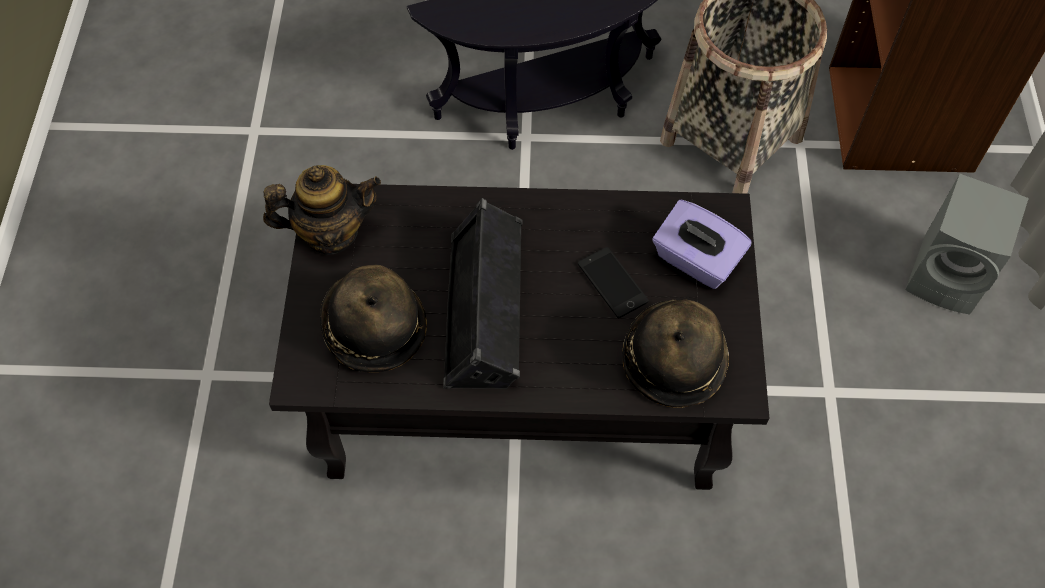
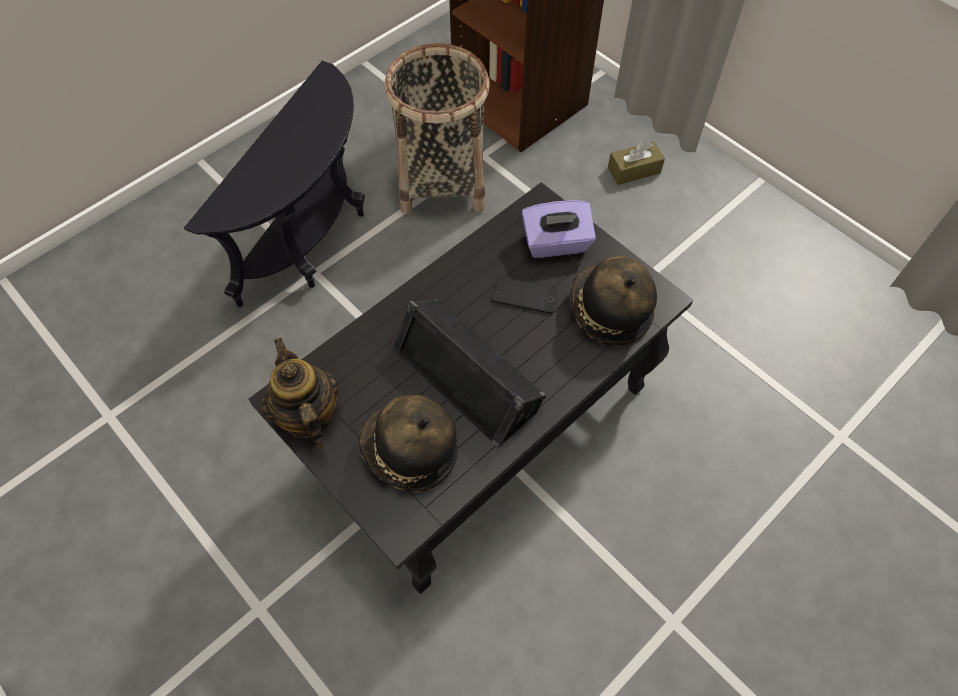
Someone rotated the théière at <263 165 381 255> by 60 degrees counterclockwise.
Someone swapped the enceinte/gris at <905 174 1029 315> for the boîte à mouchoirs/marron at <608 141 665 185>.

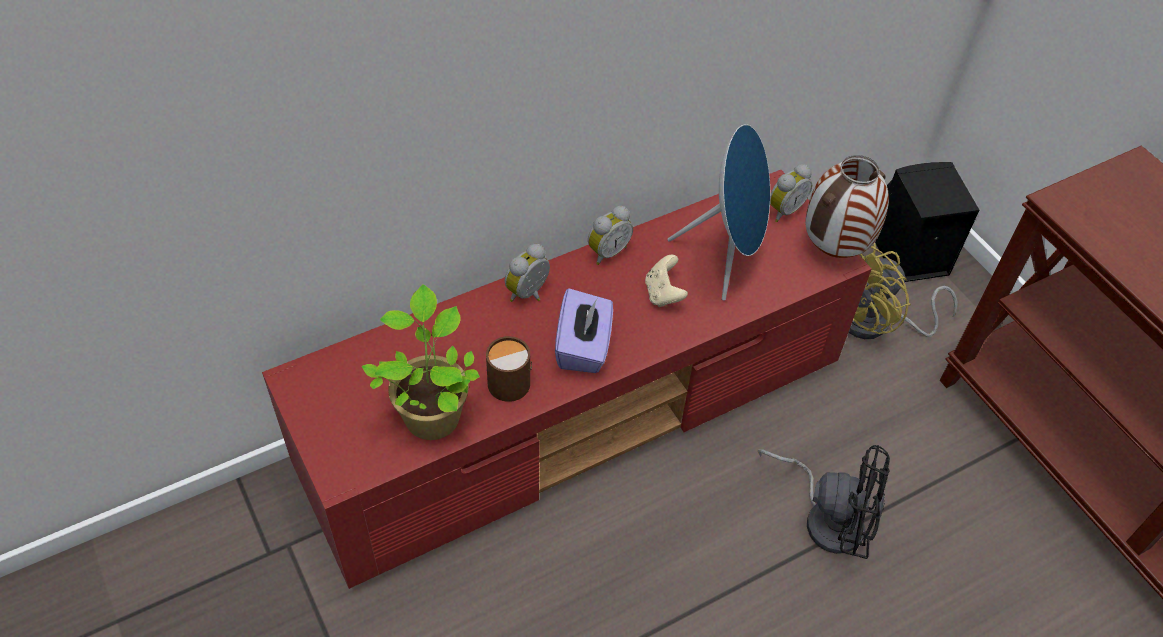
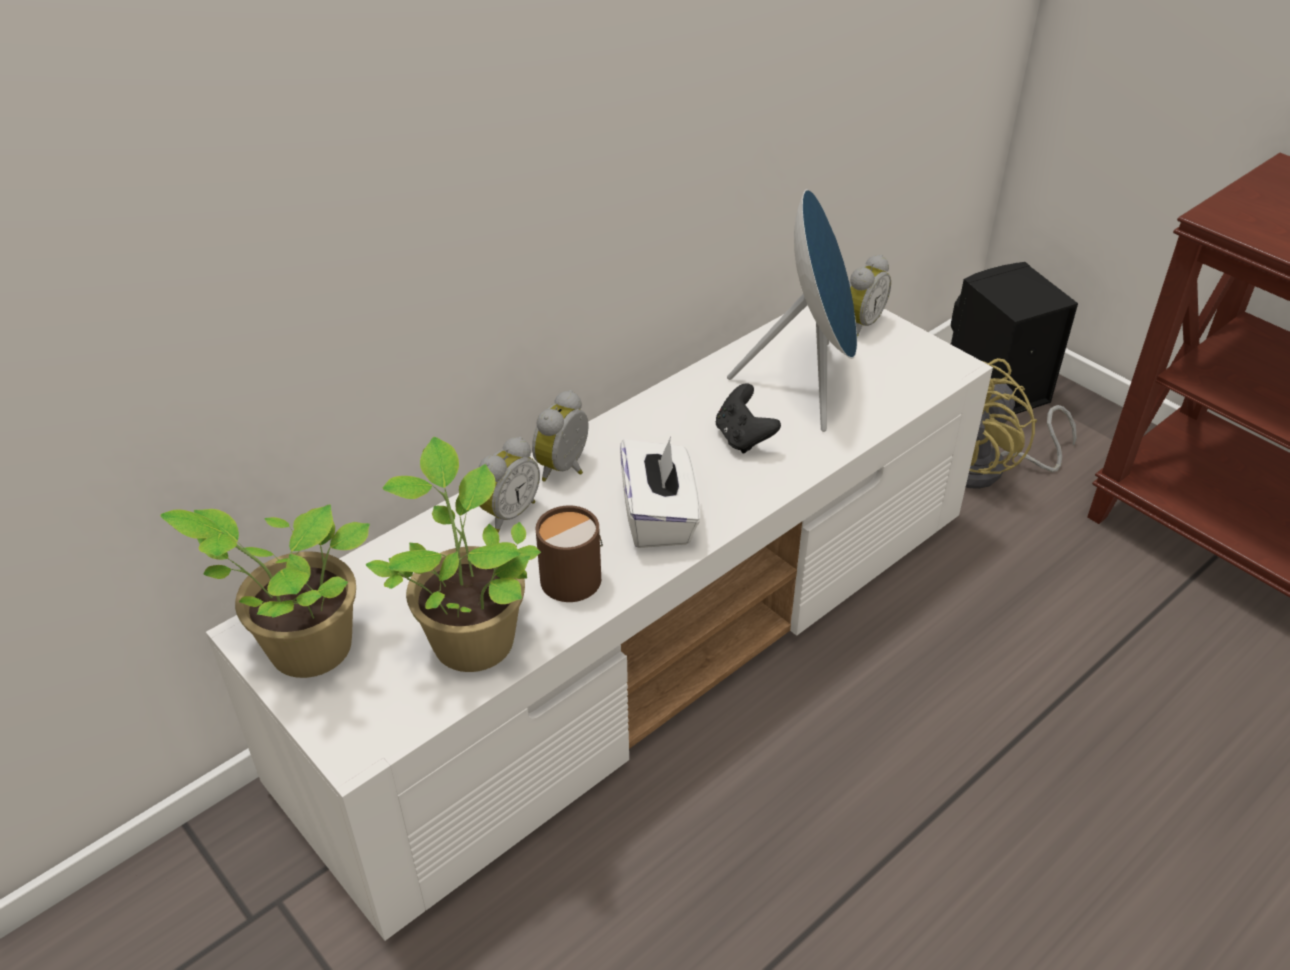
Someone put down the plante en pot at <160 504 370 678>.
Someone repainted the meuble télé/rouge at <262 170 872 589>, which became the meuble télé/blanc at <206 305 993 941>.
Someone carried the réveil from <588 206 633 265> to <479 437 540 533>.
Someone repainted the boîte à mouchoirs/violet at <555 288 613 373>, which became the boîte à mouchoirs/blanc at <620 437 700 548>.
Someone repainted the manette/beige at <645 255 688 307>, which became the manette/noir at <716 383 781 454>.
Someone took away the ventilateur/noir at <758 445 890 559>.
Someone took away the vase at <805 155 889 258>.

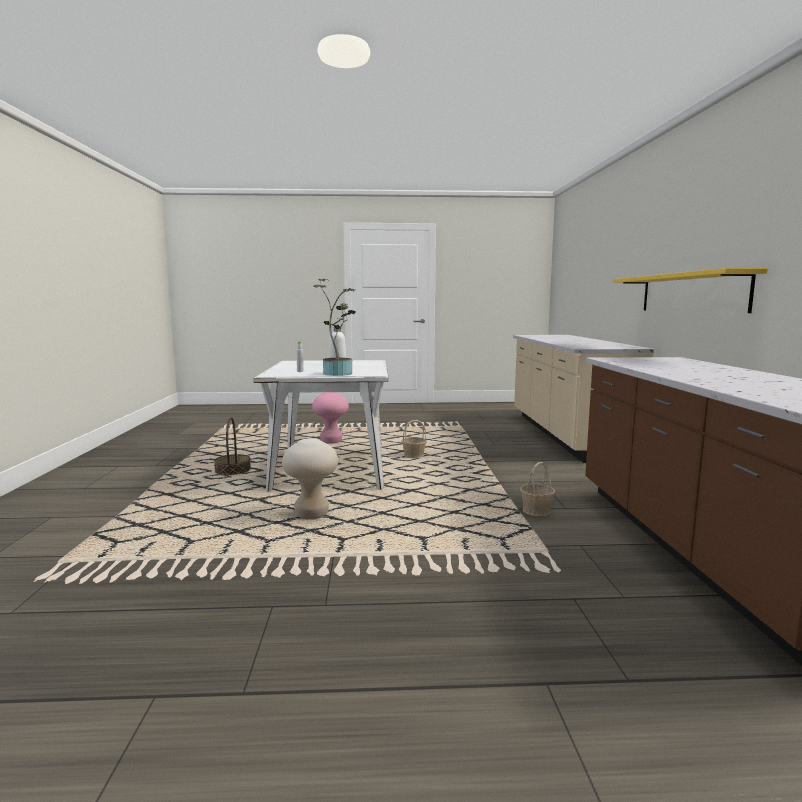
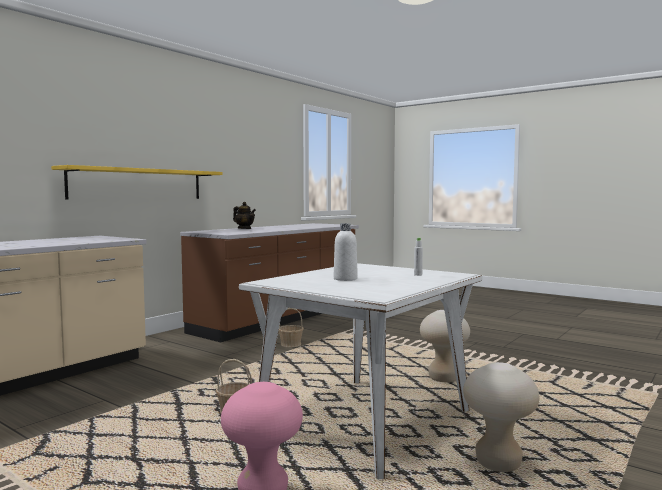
Someone put down the théière at <233 202 256 229>.
Someone swapped the panier at <214 417 251 475> for the tabouret/beige at <463 362 540 472>.
Someone took away the plante en pot at <313 278 356 376>.

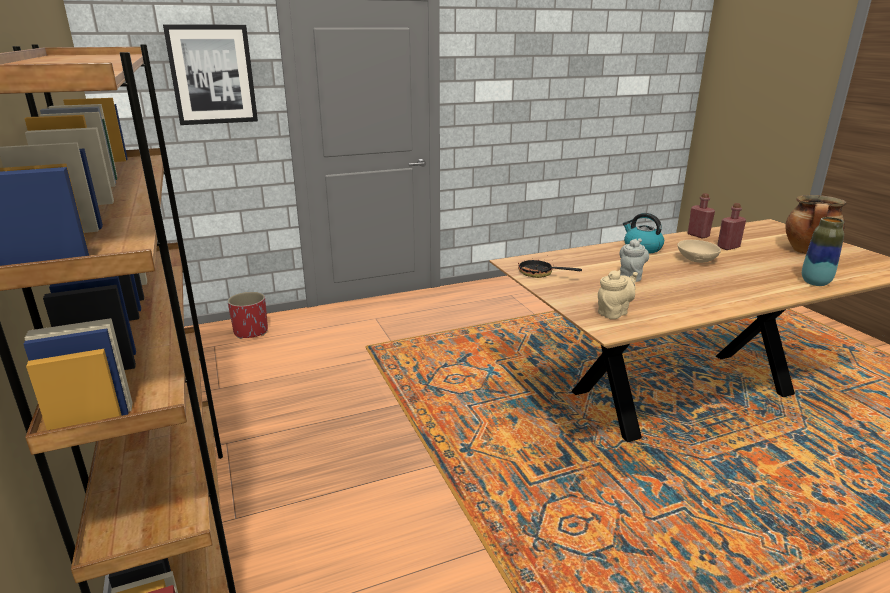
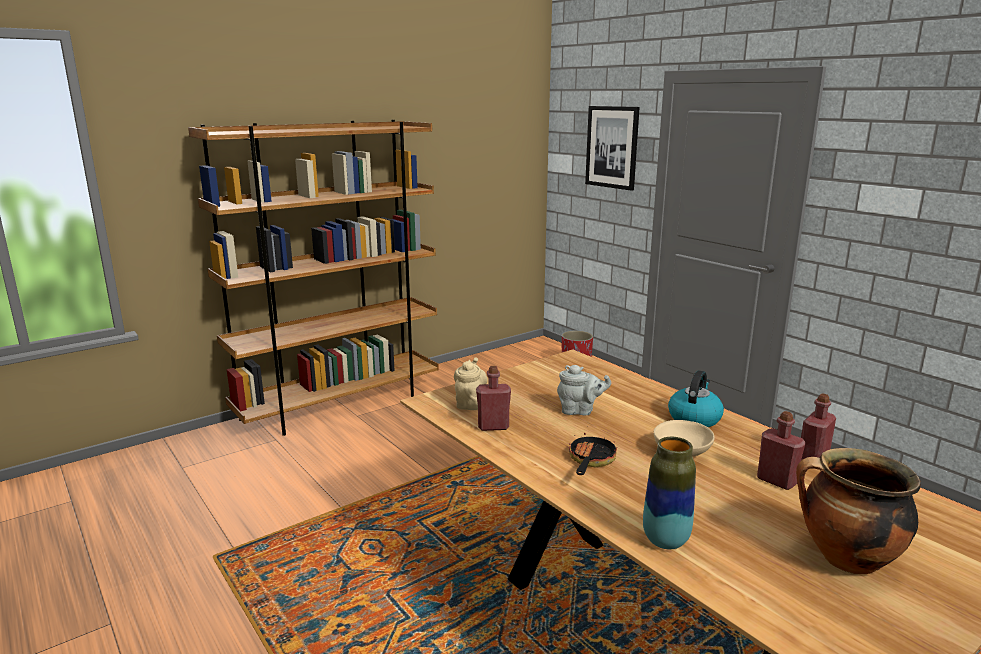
Someone rotated the théière/beige at <598 270 638 319> by 120 degrees counterclockwise.
Someone put down the bouteille/rouge at <476 366 511 431>.
Someone carried the poêle from <518 258 582 278> to <569 433 617 475>.

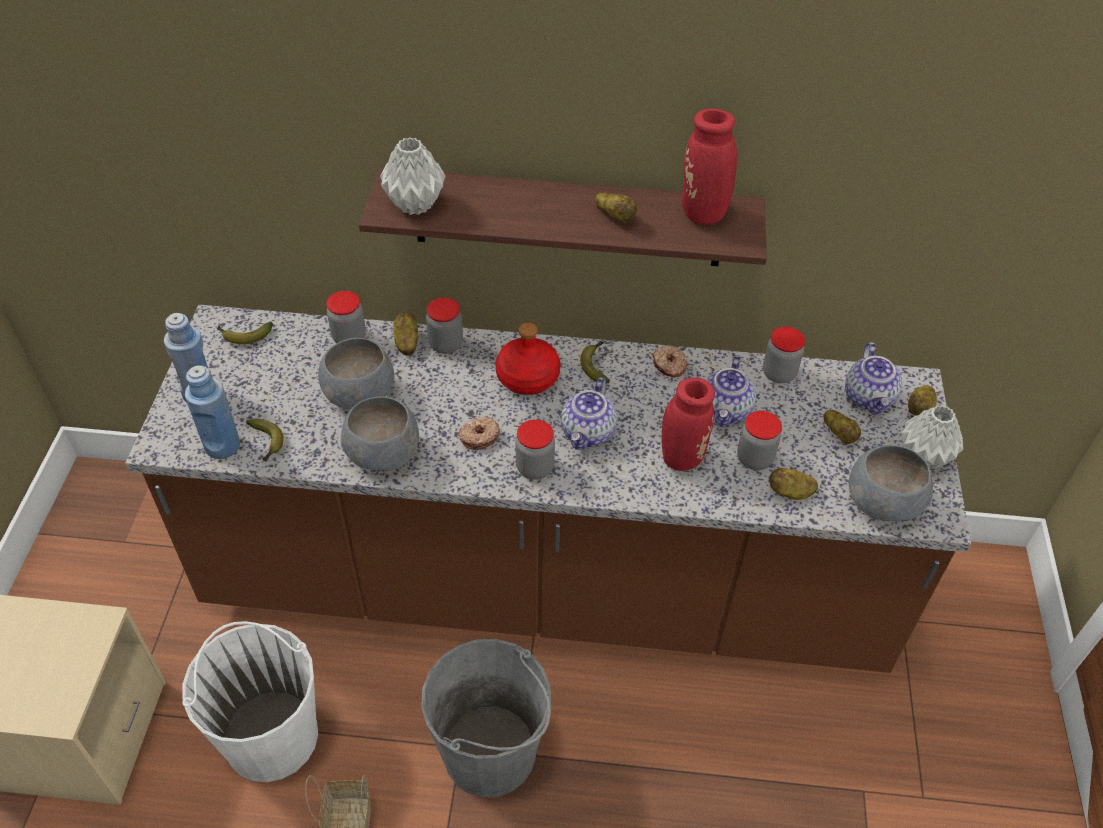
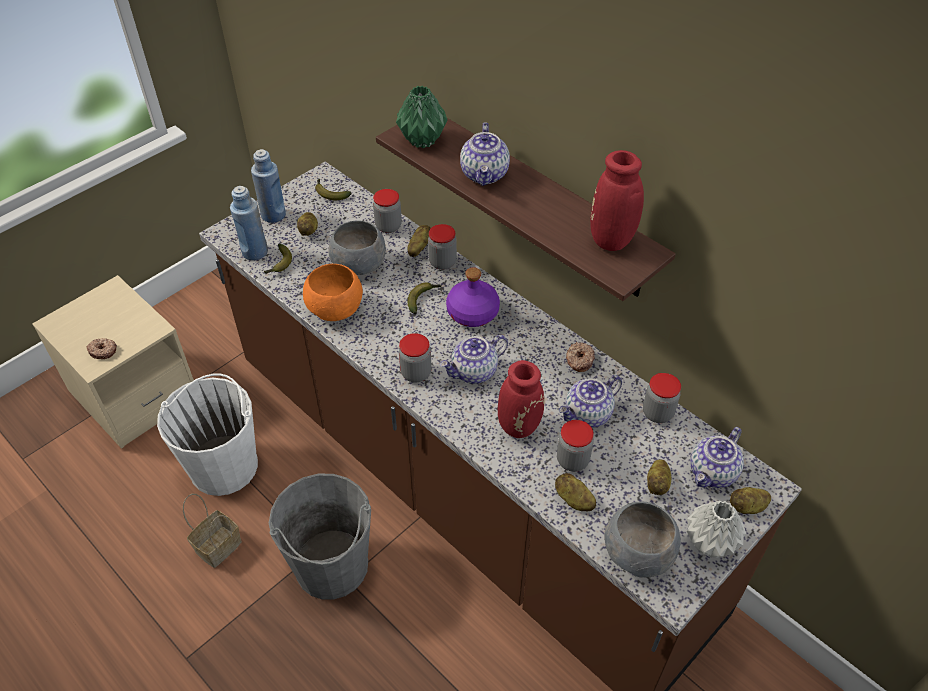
Someone carried the beignet from <458 416 500 450> to <87 338 117 359>.
Someone carried the pomme de terre from <594 193 638 223> to <297 212 318 236>.
Someone repainted the bol/gris at <341 396 419 471>, which became the bol/orange at <303 264 363 321>.
Someone repainted the vase/gris at <380 137 445 215>, which became the vase/vert at <396 86 448 148>.
Someone carried the banane from <580 341 610 383> to <408 282 441 314>.
Someone repainted the bouteille/rouge at <496 323 560 395>, which became the bouteille/violet at <446 267 500 327>.
Someone put down the théière at <460 122 510 186>.

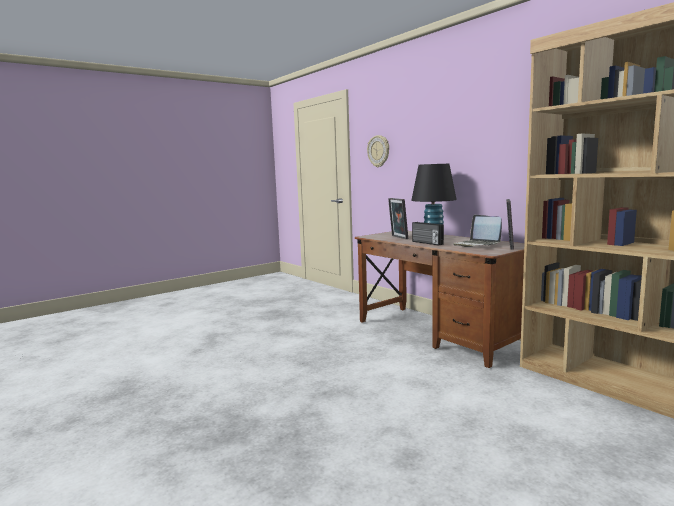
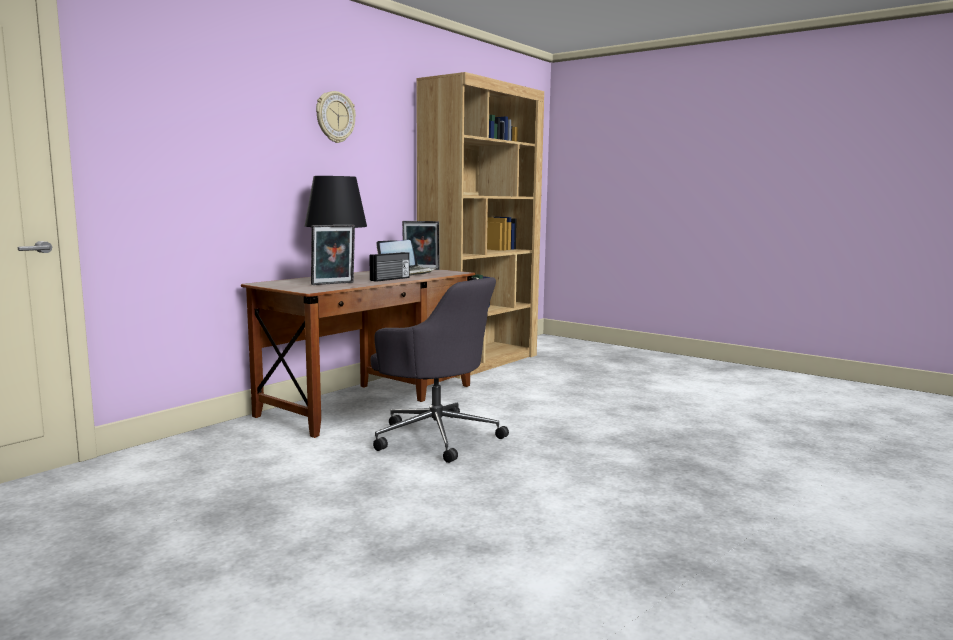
Someone carried the horloge murale from <367 135 389 167> to <316 91 356 143>.
Someone put down the chaise de bureau/gris at <370 277 509 463>.

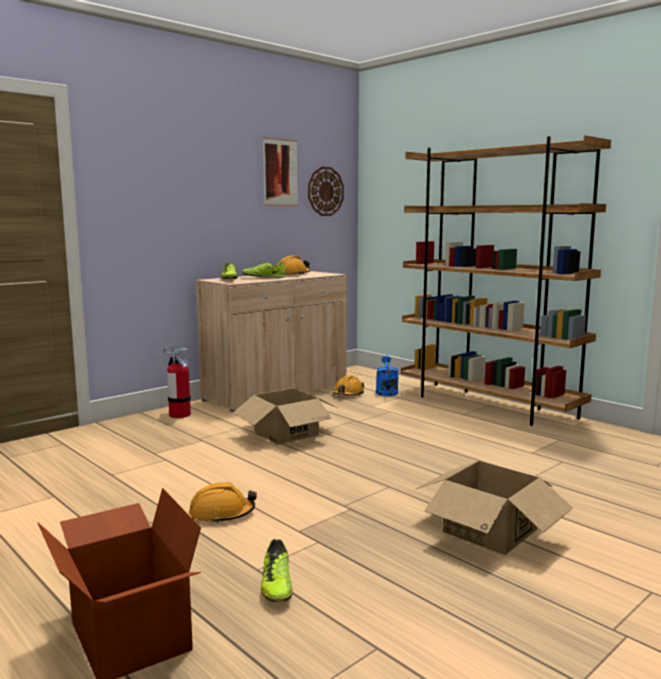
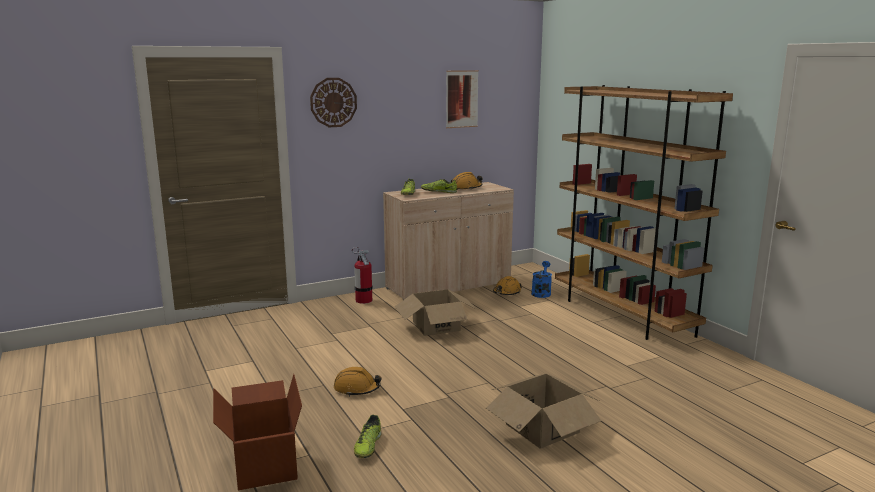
Someone carried the horloge murale from <308 167 344 216> to <310 78 357 127>.

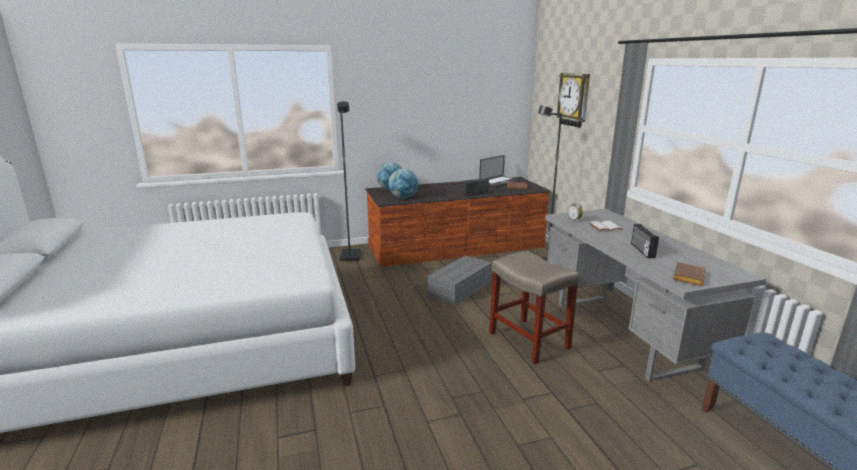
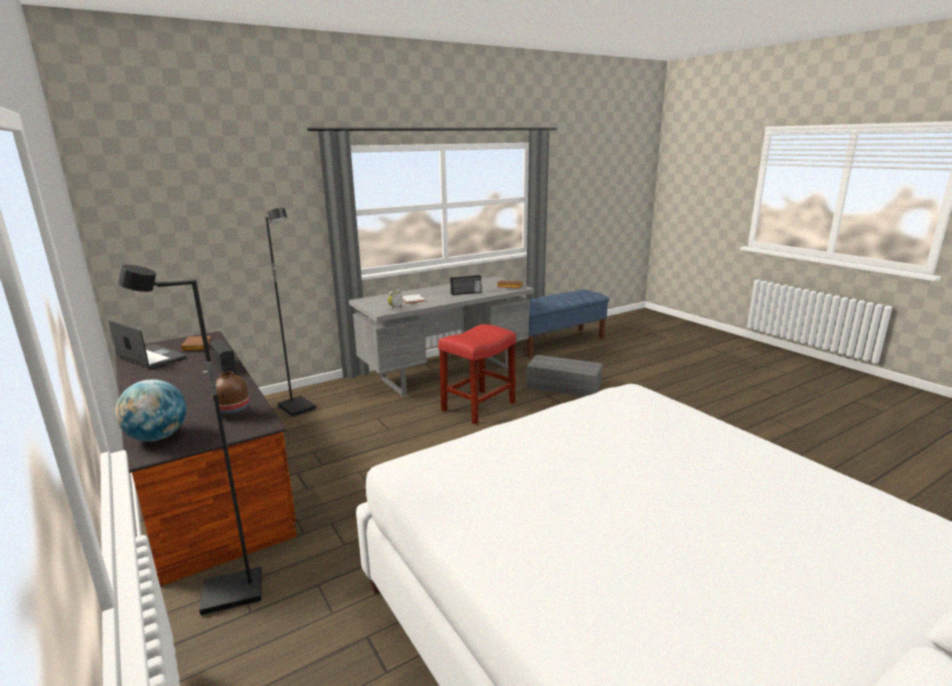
Someone swapped the globe at <389 168 418 198> for the vase/marron at <212 371 250 420>.
Someone repainted the tabouret/beige at <489 251 579 364>, which became the tabouret/rouge at <438 324 516 425>.
Someone carried the boîte de rangement/gris from <427 256 492 306> to <526 355 603 397>.
Someone took away the horloge murale at <556 73 590 128>.

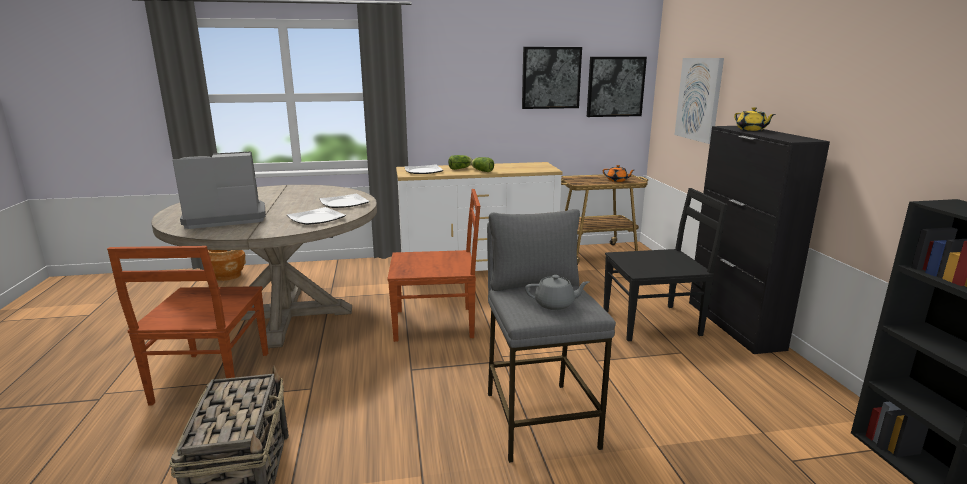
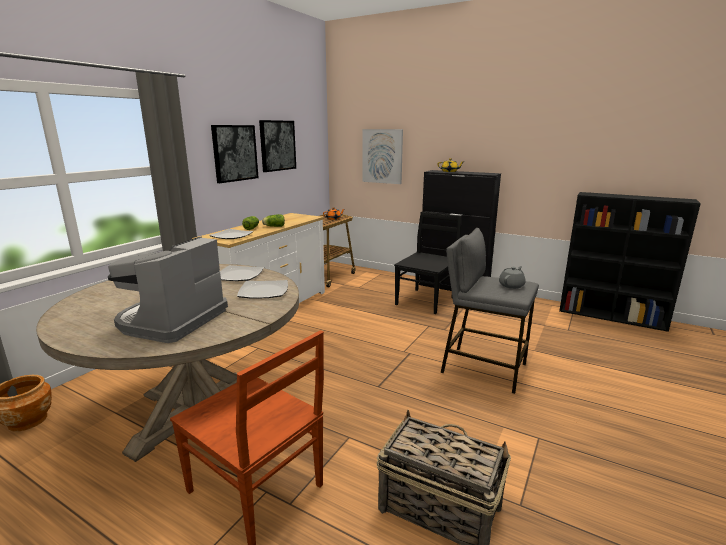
Someone carried the tableau from <587 57 647 117> to <211 125 259 183>.
Someone took away the chaise/marron at <387 189 480 342>.

